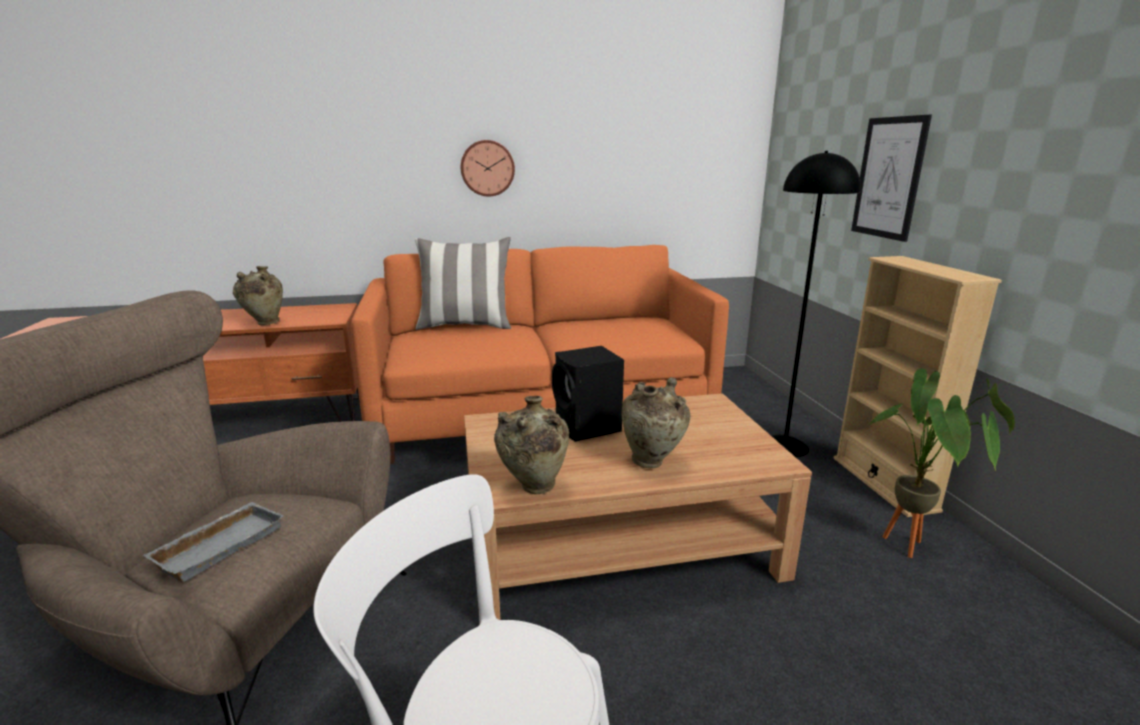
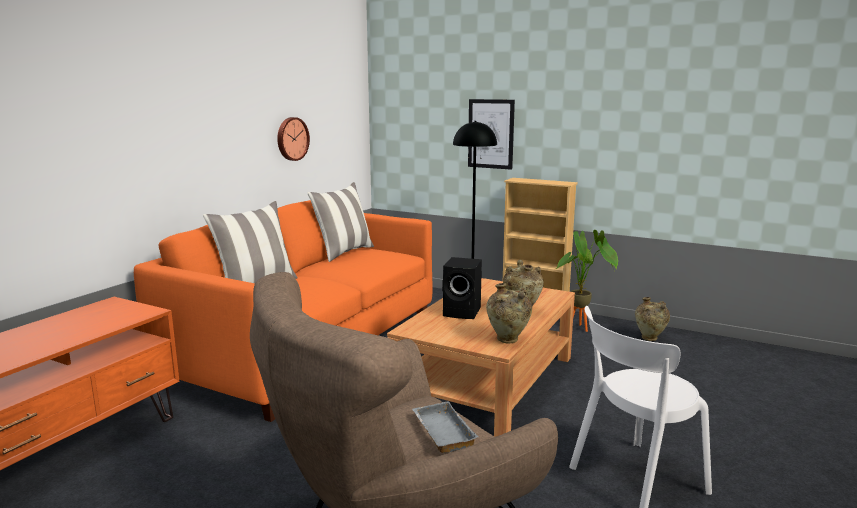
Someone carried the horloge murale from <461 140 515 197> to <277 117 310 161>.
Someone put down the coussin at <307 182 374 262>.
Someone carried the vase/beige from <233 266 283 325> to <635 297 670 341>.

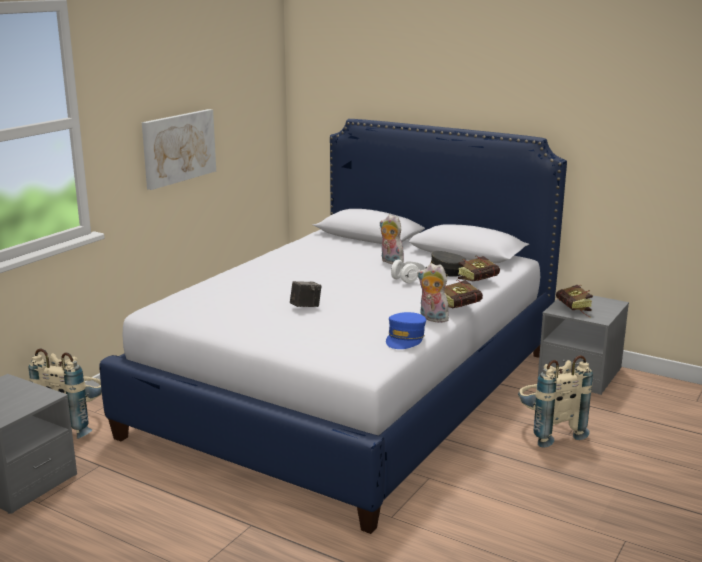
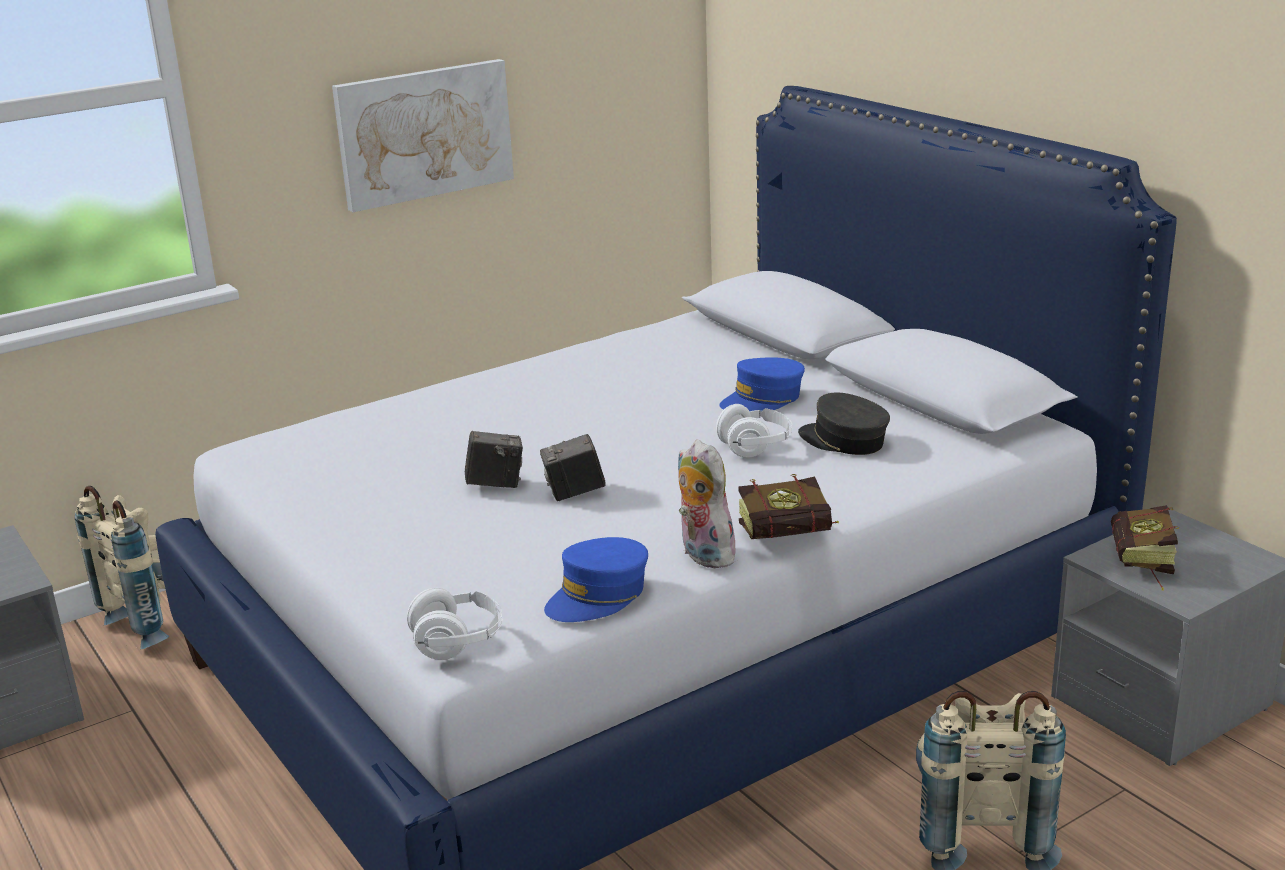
Someone put down the casque audio/blanc at <407 588 503 660>.
Someone put down the appareil photo at <540 434 606 501>.
Someone swapped the peluche at <379 214 404 264> for the casquette/bleu at <719 357 805 412>.
Someone took away the livre at <458 256 500 281>.

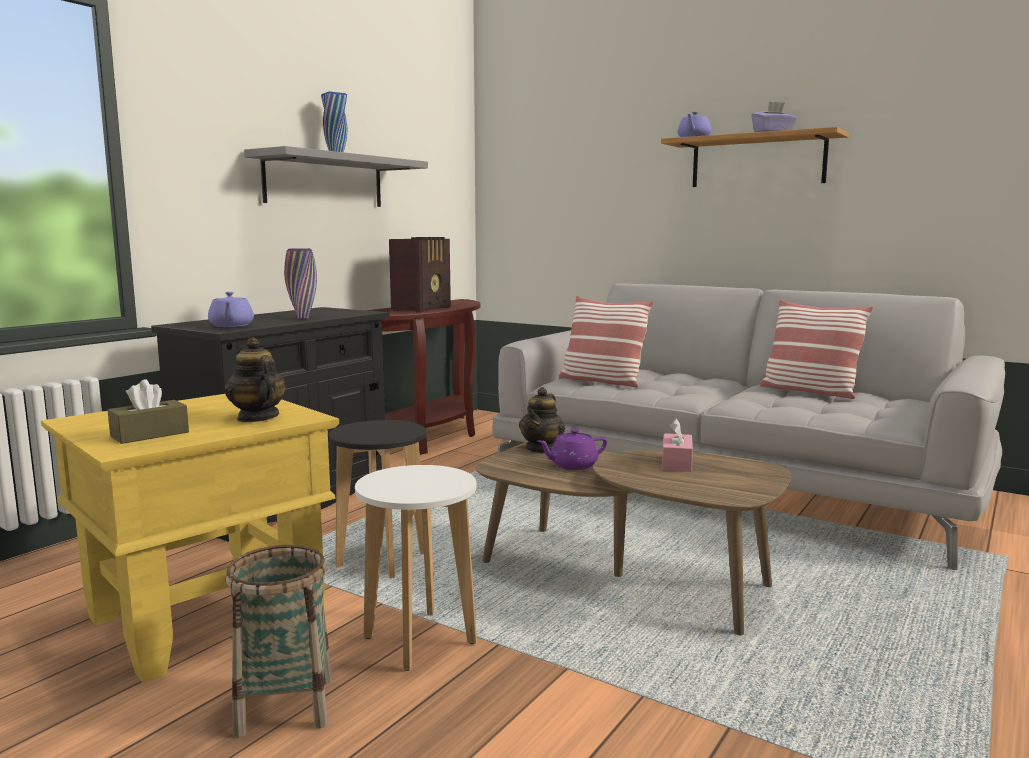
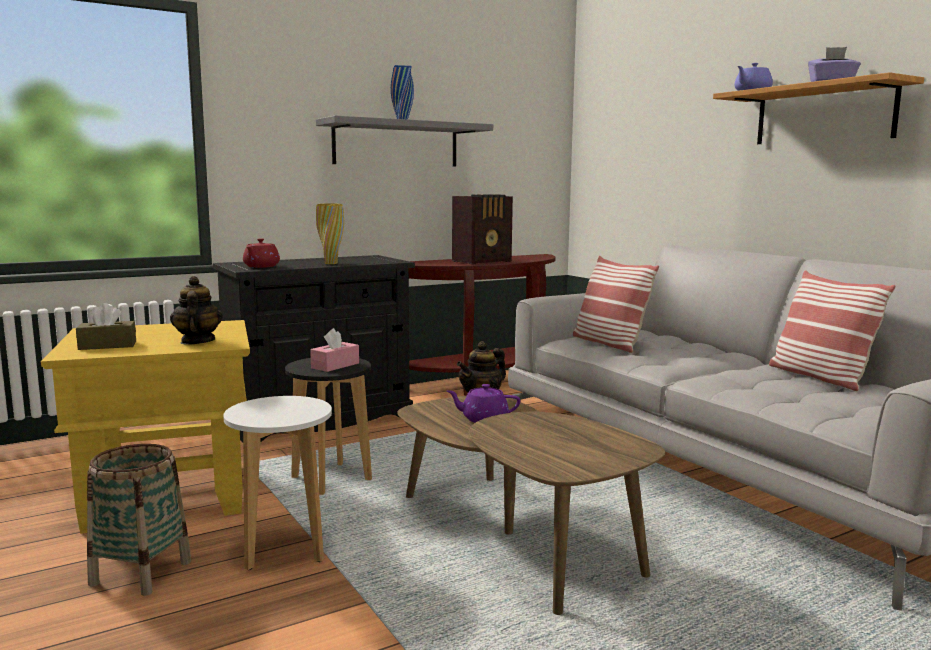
Someone repainted the théière/violet at <208 292 254 327>, which became the théière/rouge at <243 238 280 268>.
Someone carried the boîte à mouchoirs/rose from <662 419 693 472> to <310 328 359 372>.
Someone repainted the vase/violet at <284 248 317 319>, which became the vase/jaune at <316 203 344 264>.

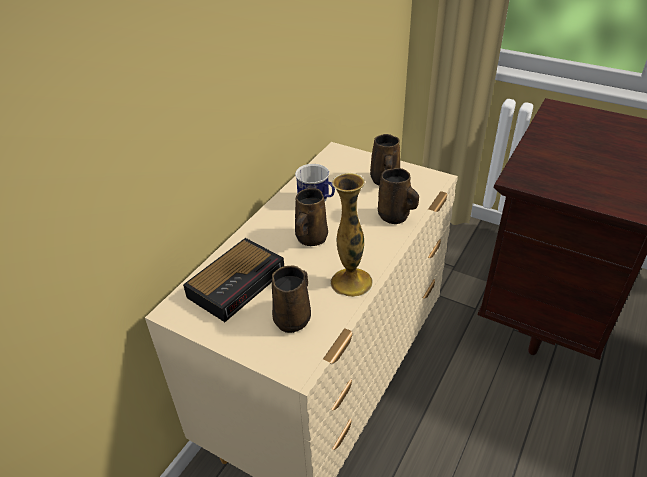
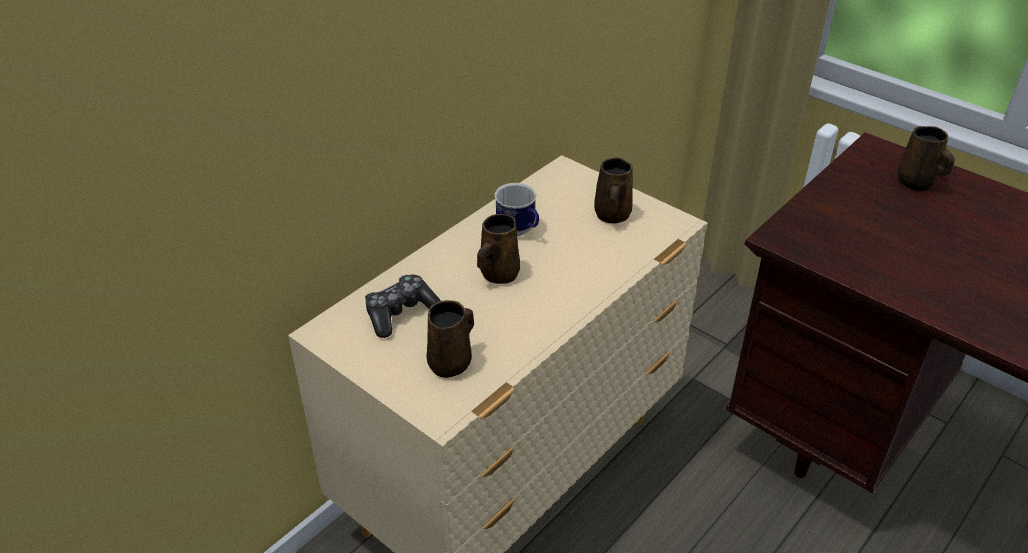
Someone swapped the réveil at <183 238 284 322> for the manette at <365 275 441 338>.
Someone carried the mug/marron from <378 168 419 224> to <898 126 955 191>.
Someone took away the vase at <330 173 373 297>.

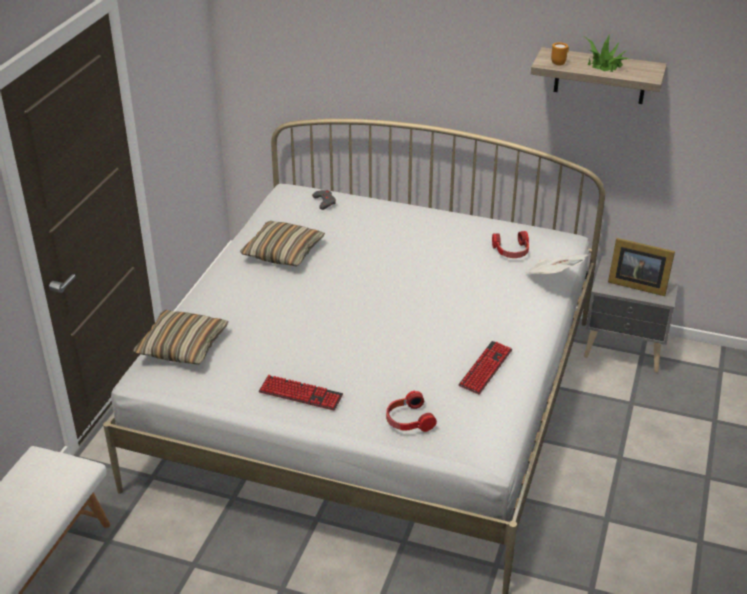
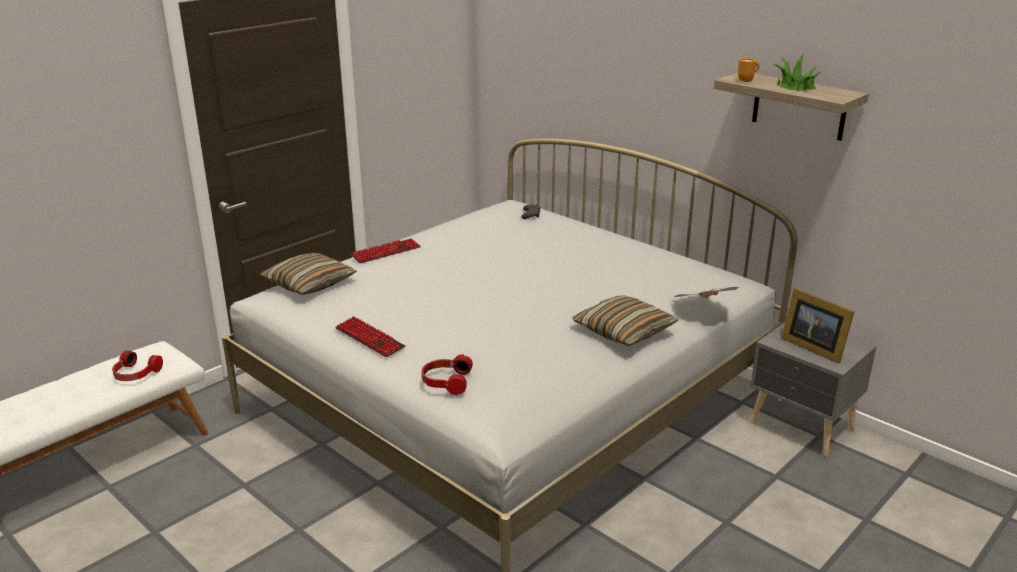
Someone carried the casque audio from <492 231 529 258> to <112 350 163 381>.
Someone carried the clavier from <458 341 512 395> to <351 239 421 263>.
Someone carried the coussin from <240 221 325 267> to <572 295 679 346>.

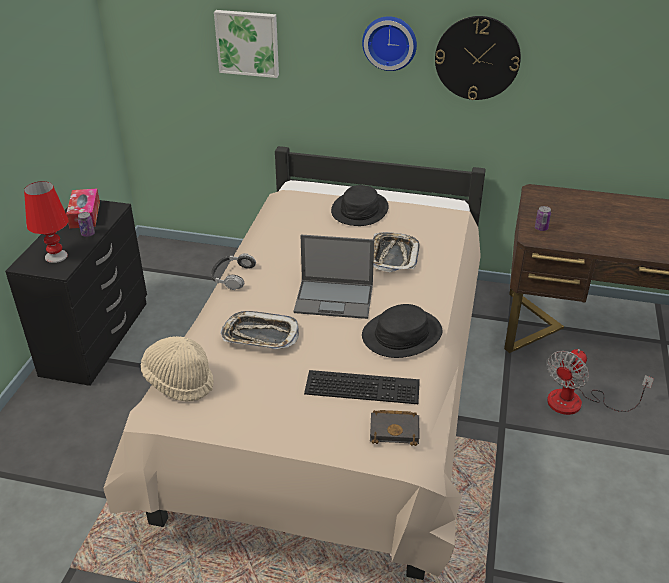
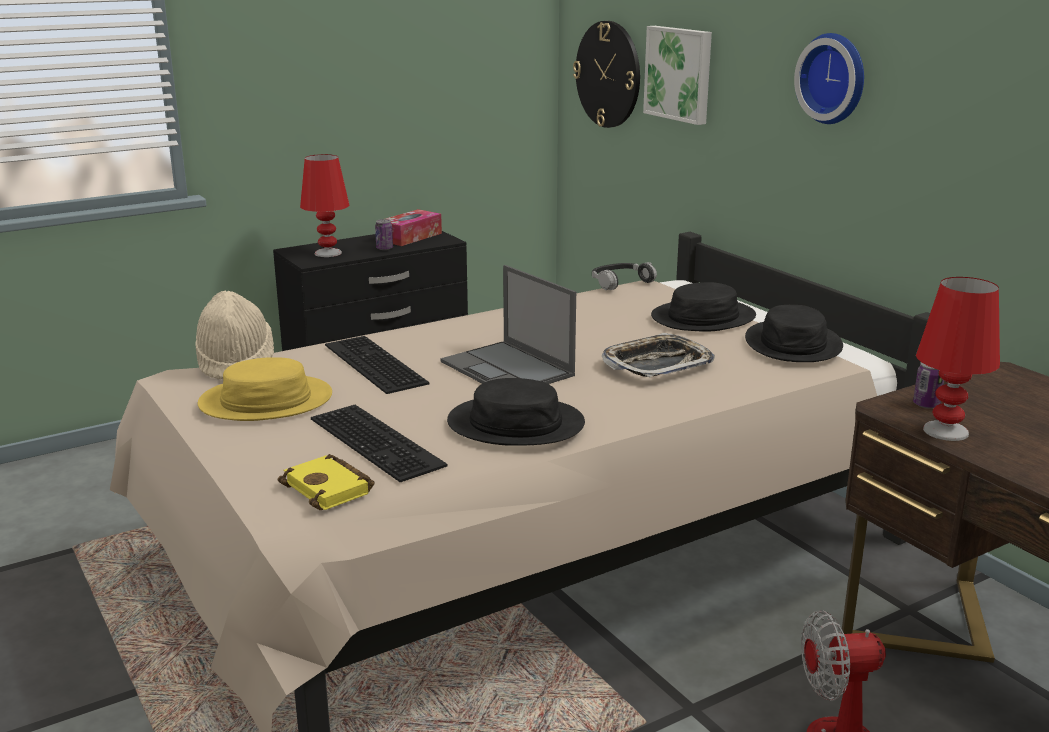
Someone put down the chapeau/jaune at <198 357 332 421>.
Someone repainted the livre/noir at <370 410 420 446>, which became the livre/jaune at <278 454 375 510>.
Someone swapped the plateau at <220 311 299 349> for the clavier at <325 336 429 394>.
Someone carried the horloge murale from <435 16 521 100> to <573 21 640 128>.
Someone carried the casque audio from <211 253 256 290> to <592 262 657 290>.
Someone put down the chapeau/noir at <745 305 843 362>.
Someone put down the lampe de table/rouge at <916 277 1000 441>.

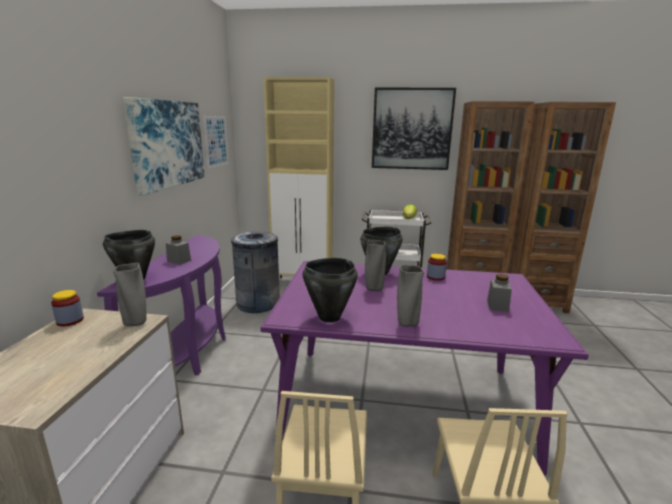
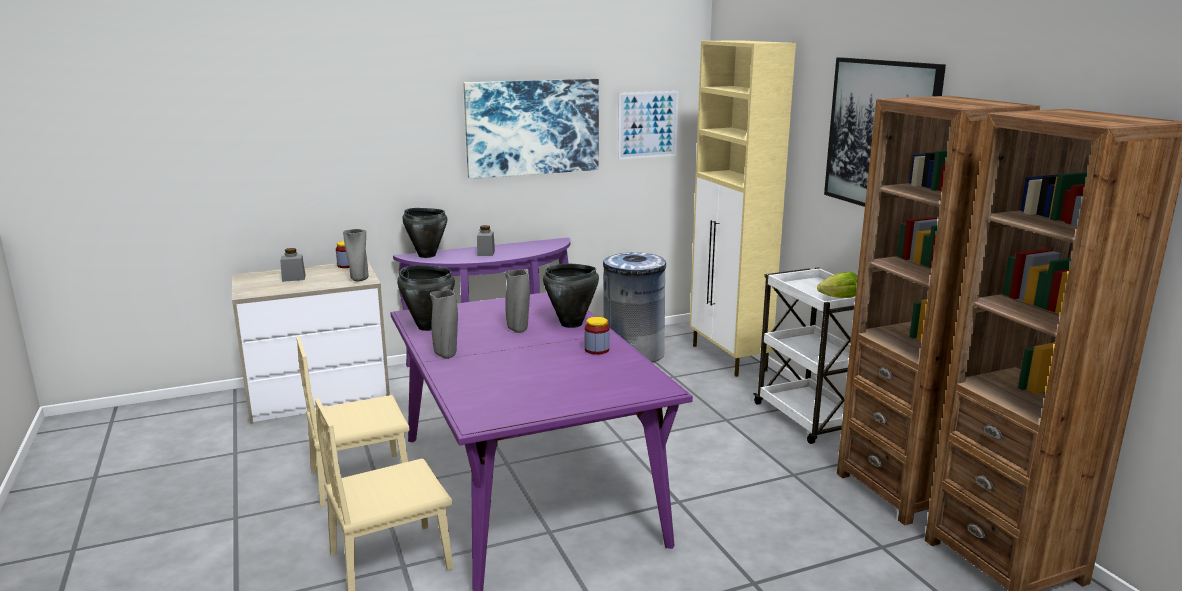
Someone carried the bocal/gris from <487 274 512 312> to <280 248 306 282>.

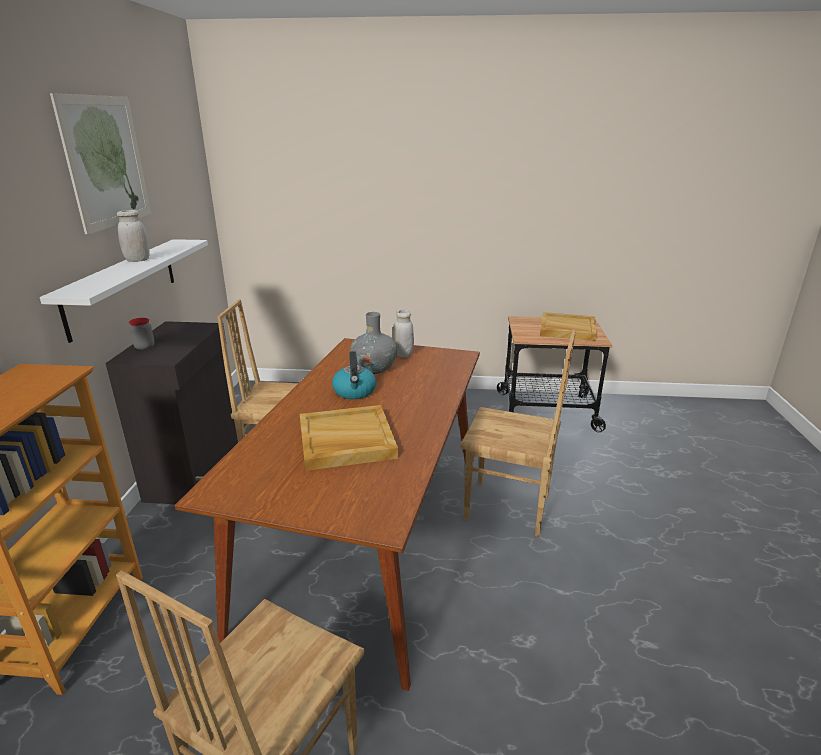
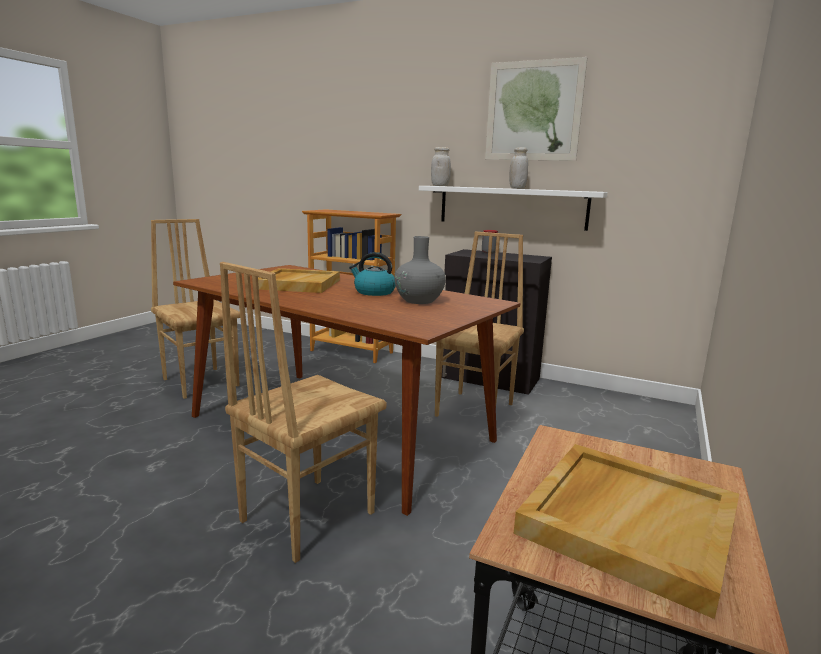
Someone carried the bocal/blanc from <393 309 414 357> to <431 147 451 186>.

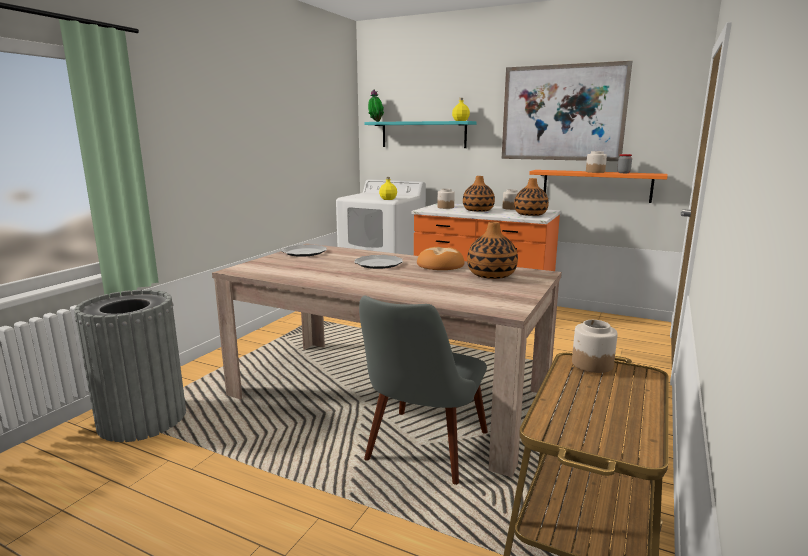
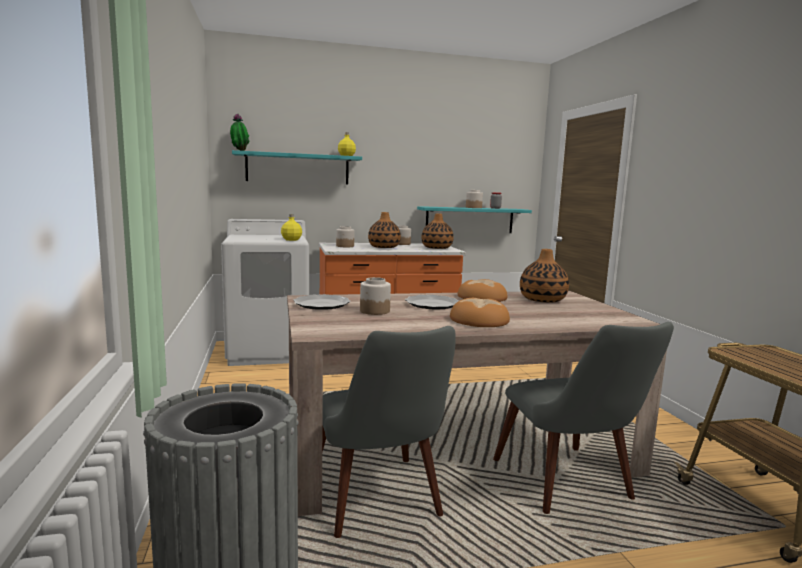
Someone put down the chaise/gris at <322 326 456 538>.
Someone carried the bocal from <572 320 618 373> to <360 277 391 315>.
Someone repainted the étagère/orange at <529 170 668 203>, which became the étagère/turquoise at <417 206 532 233>.
Someone put down the pain at <450 298 510 327>.
Someone took away the tableau at <502 61 633 161>.

